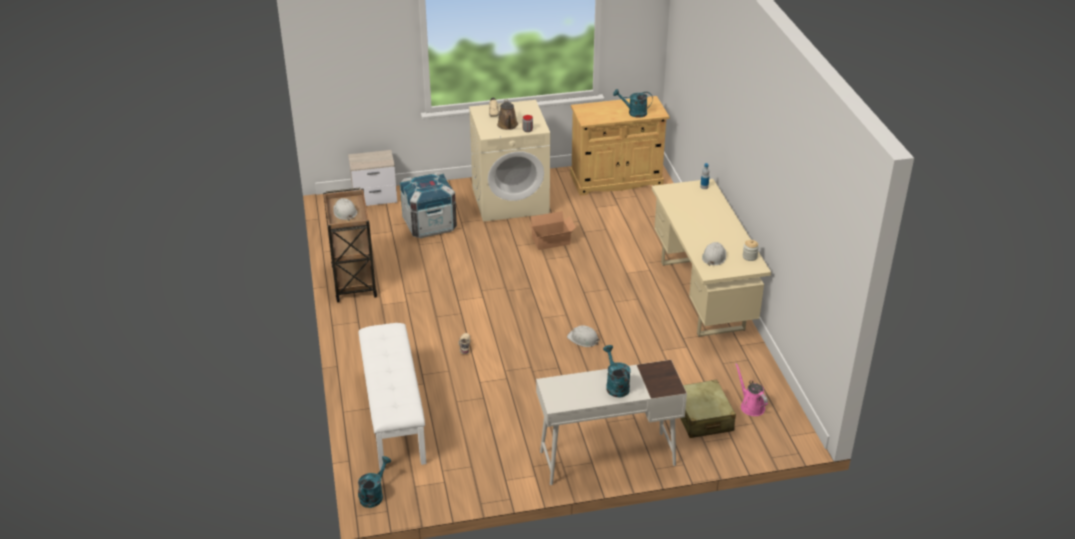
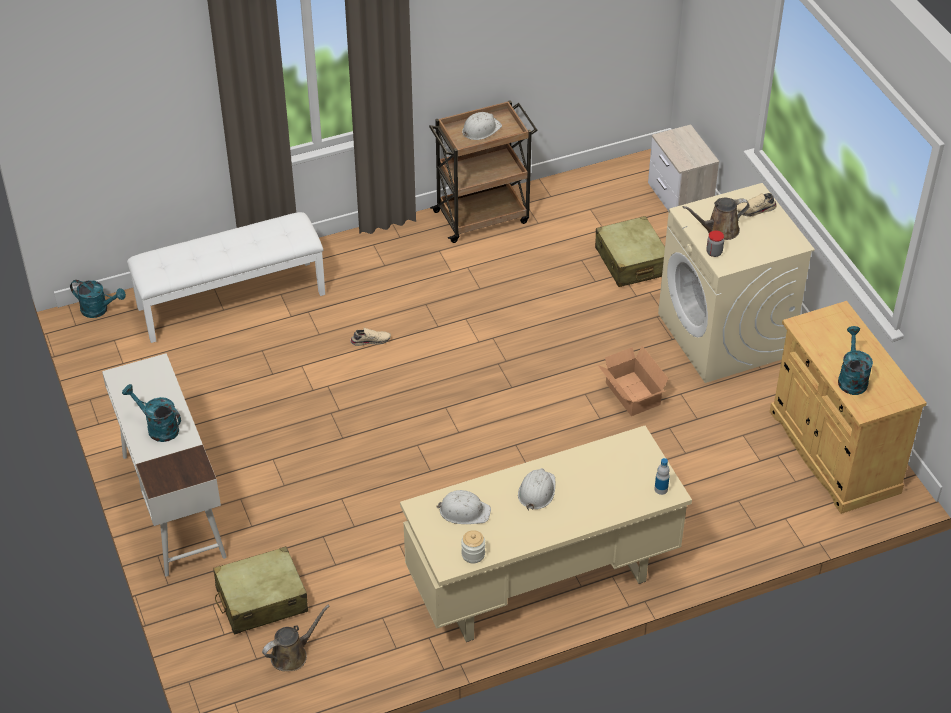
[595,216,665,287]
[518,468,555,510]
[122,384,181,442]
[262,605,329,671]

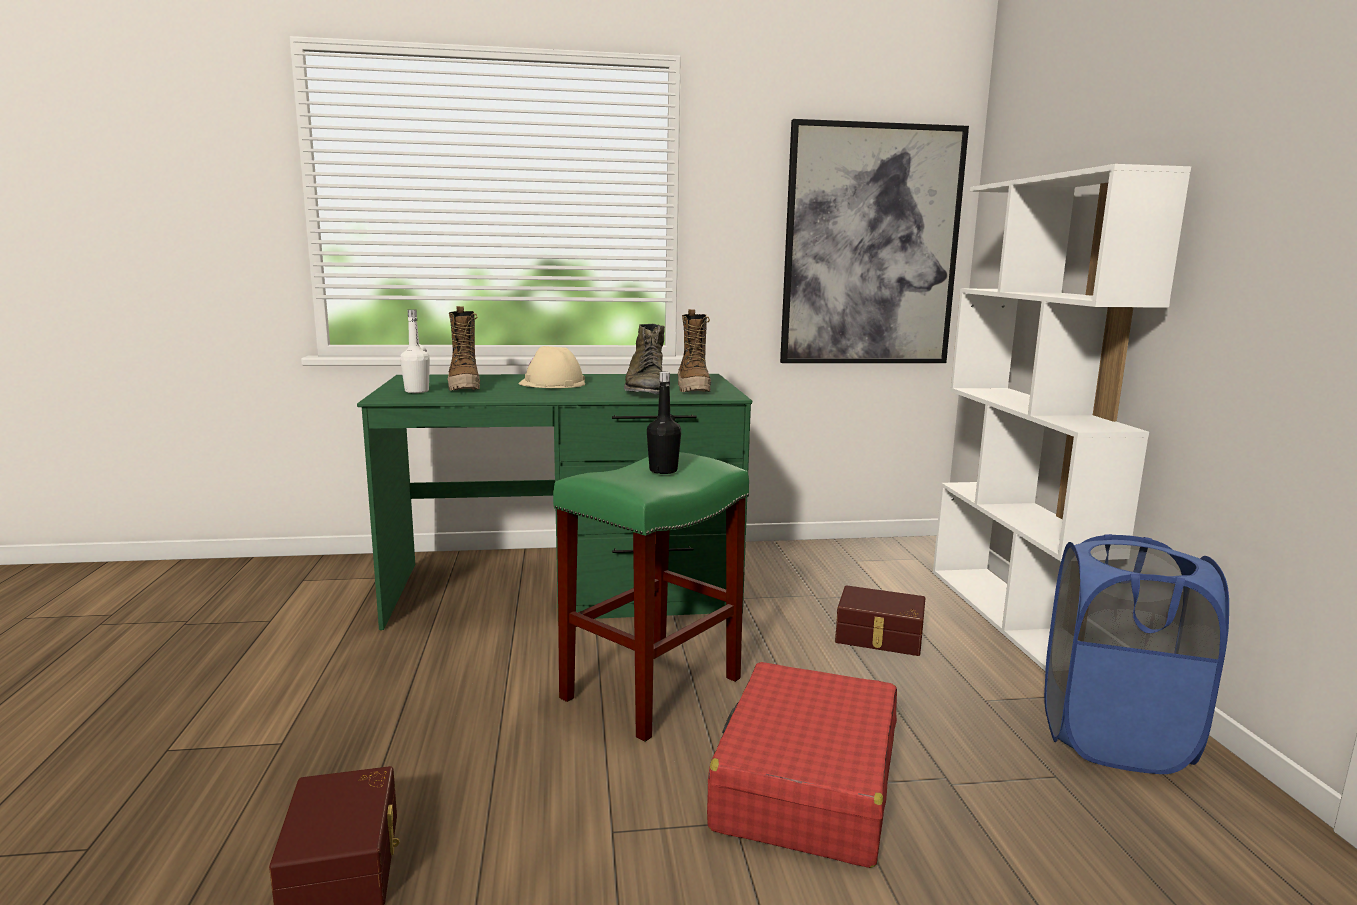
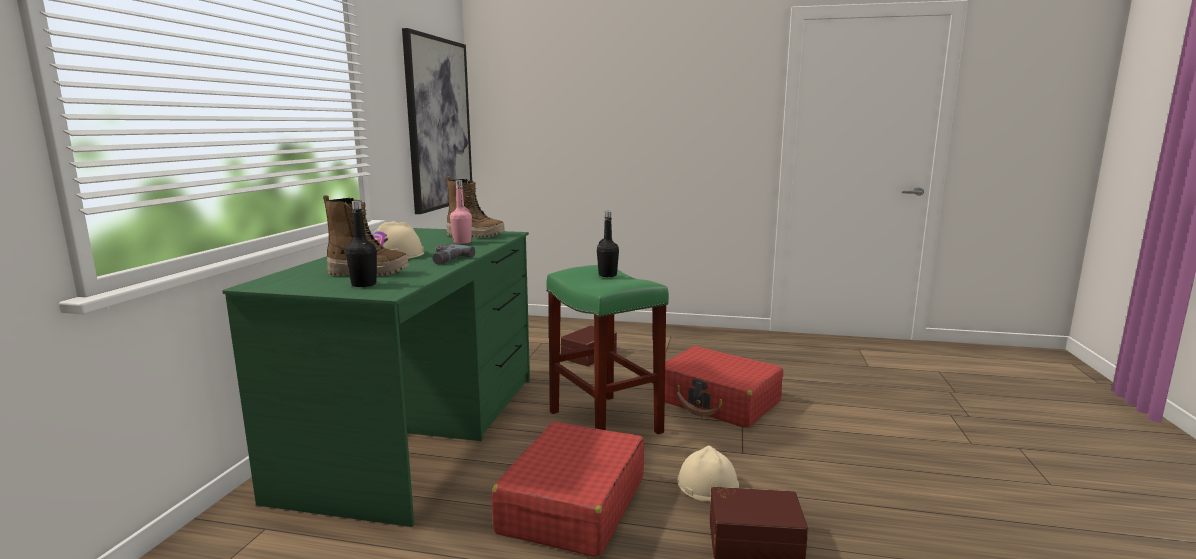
[345,201,377,287]
[450,180,472,244]
[933,164,1191,671] (first image)
[1044,534,1229,774] (first image)
[432,244,475,264]
[492,422,644,558]
[677,446,739,502]

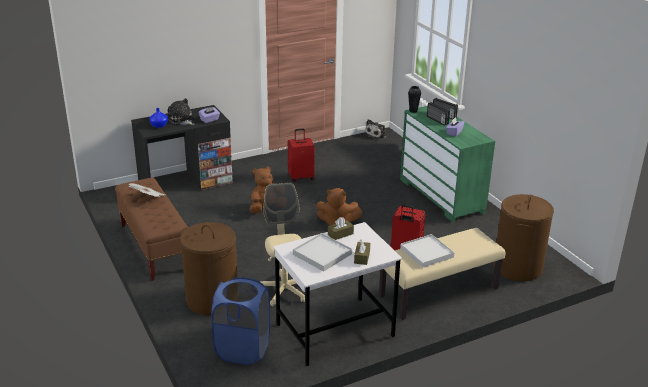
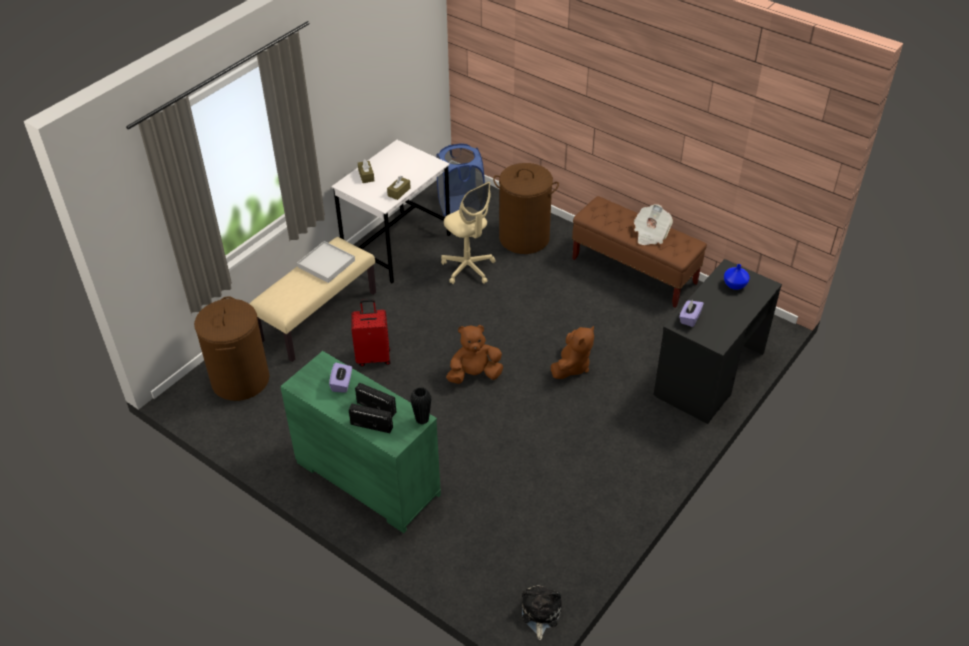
[167,98,195,125] (first image)
[288,129,315,182] (first image)
[293,233,352,272] (first image)

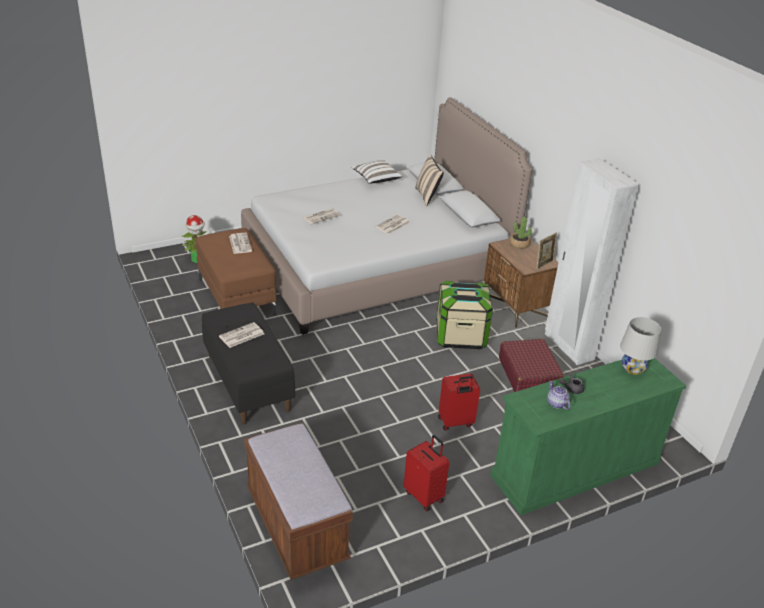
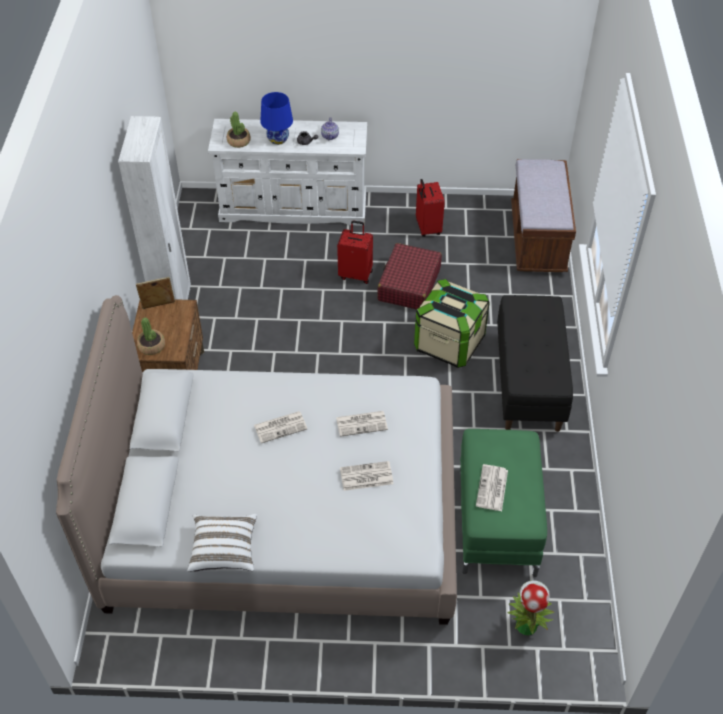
[460,429,547,577]
[336,411,388,437]
[415,155,444,206] (first image)
[414,279,490,368]
[208,119,367,226]
[377,243,442,310]
[227,112,251,148]
[260,92,293,145]

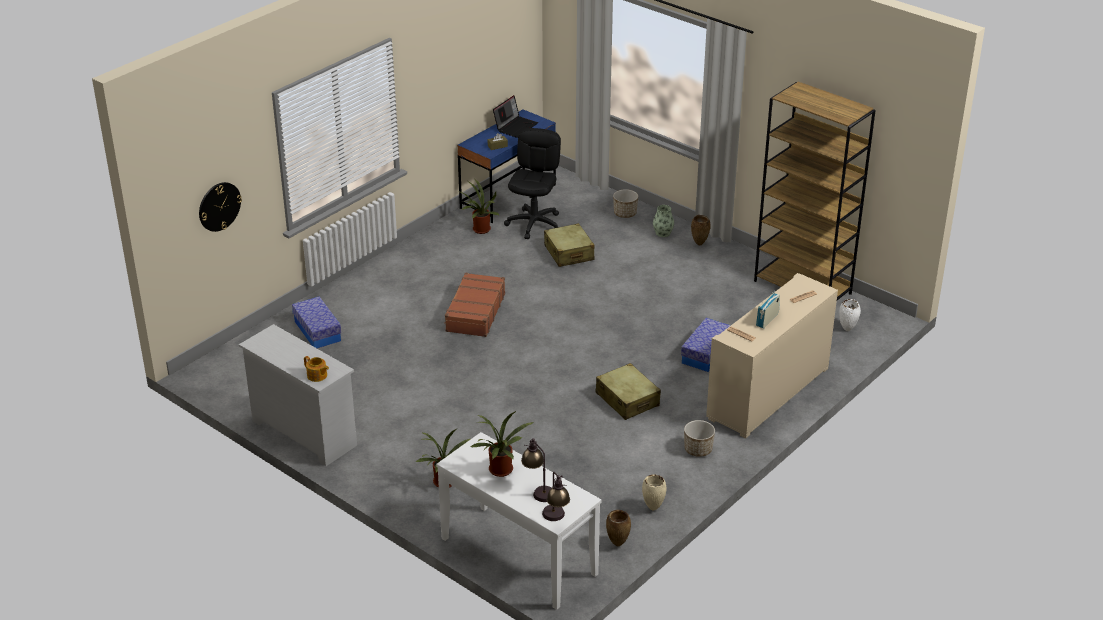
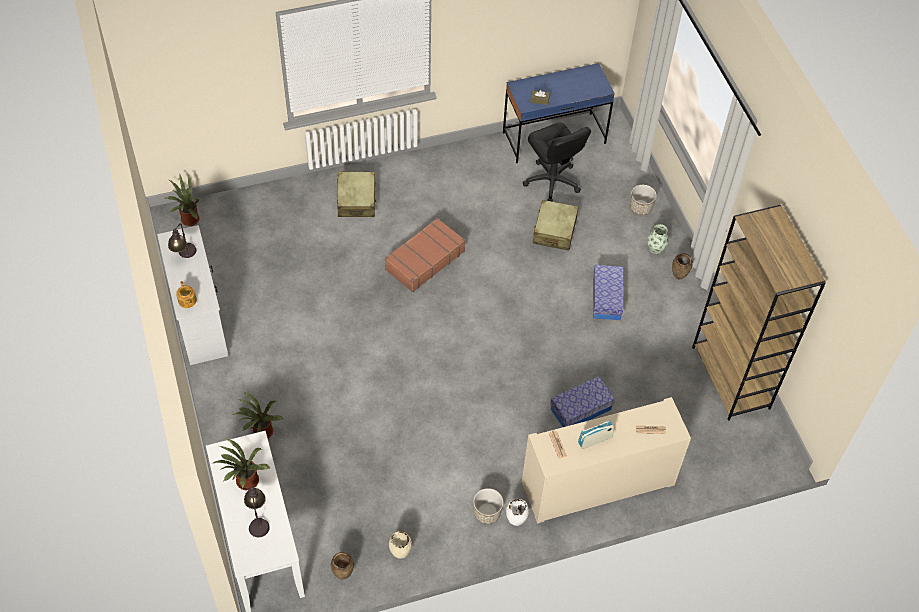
[199,182,242,232] (first image)
[593,265,624,320]
[165,173,199,226]
[493,95,538,138] (first image)
[523,122,591,202]
[168,223,197,258]
[337,172,377,217]
[506,499,529,526]

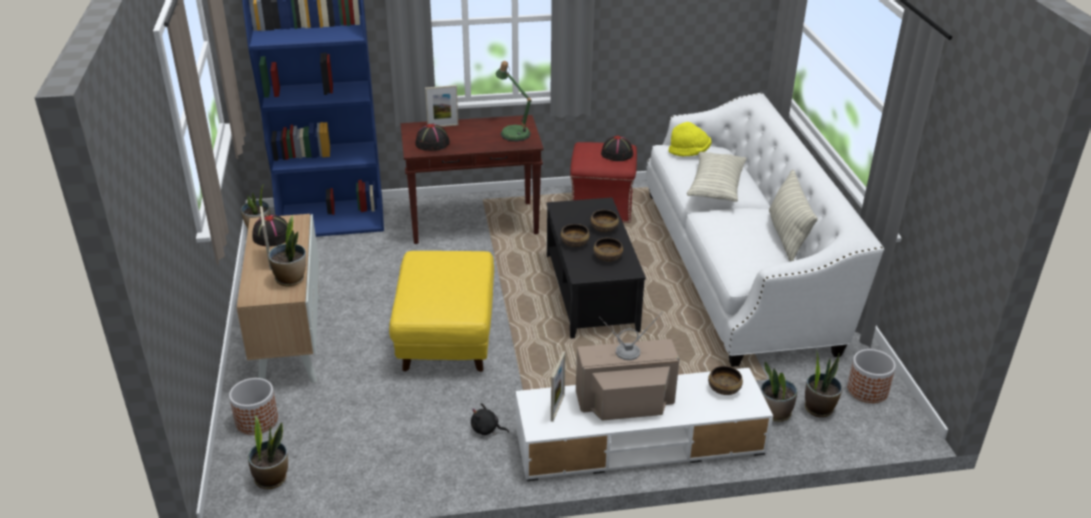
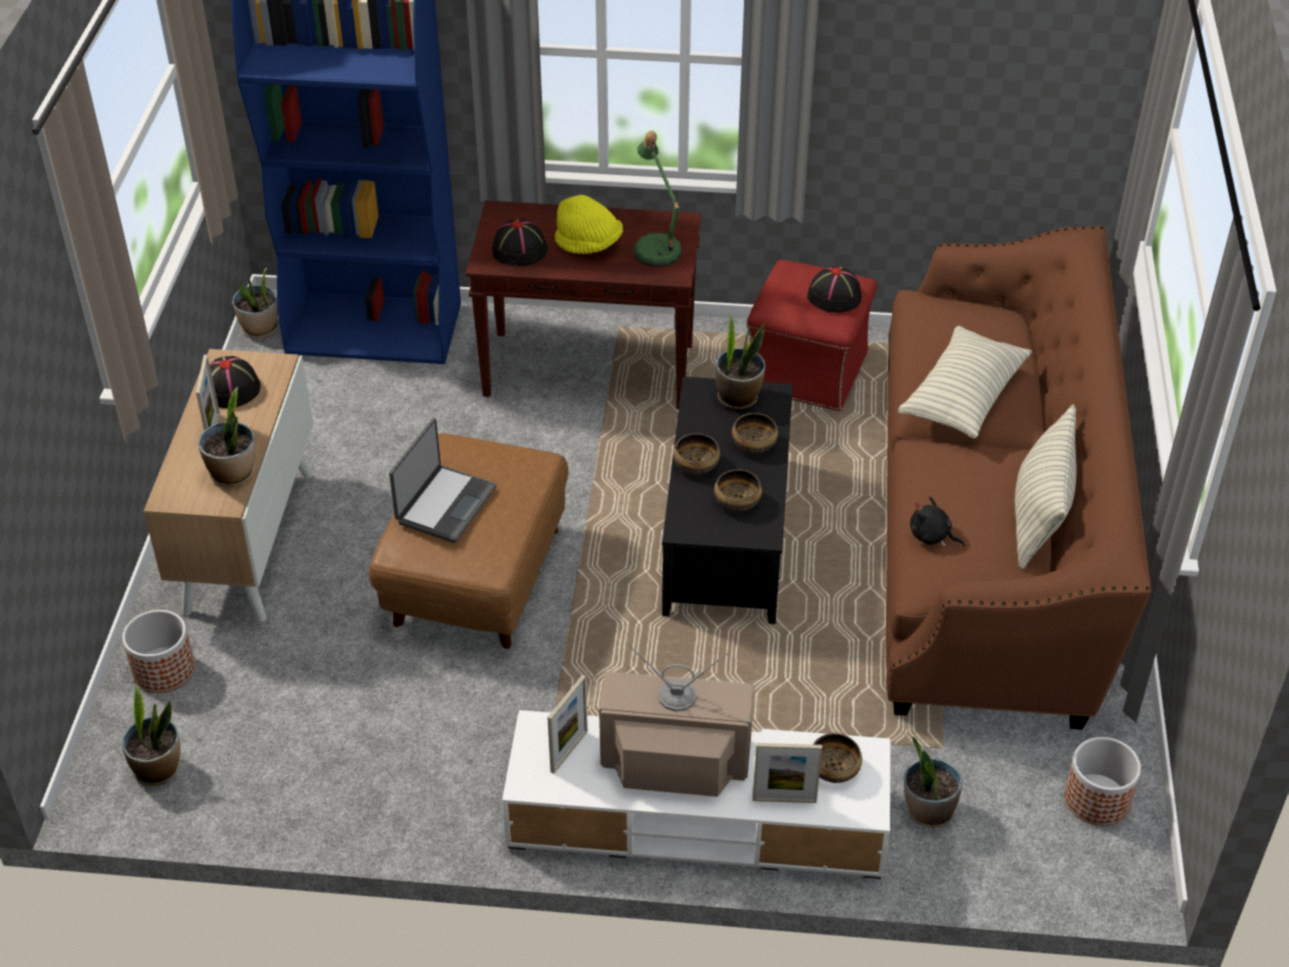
[368,433,568,649]
[753,743,822,803]
[910,497,965,547]
[886,226,1152,730]
[555,195,623,254]
[716,313,765,410]
[389,418,497,543]

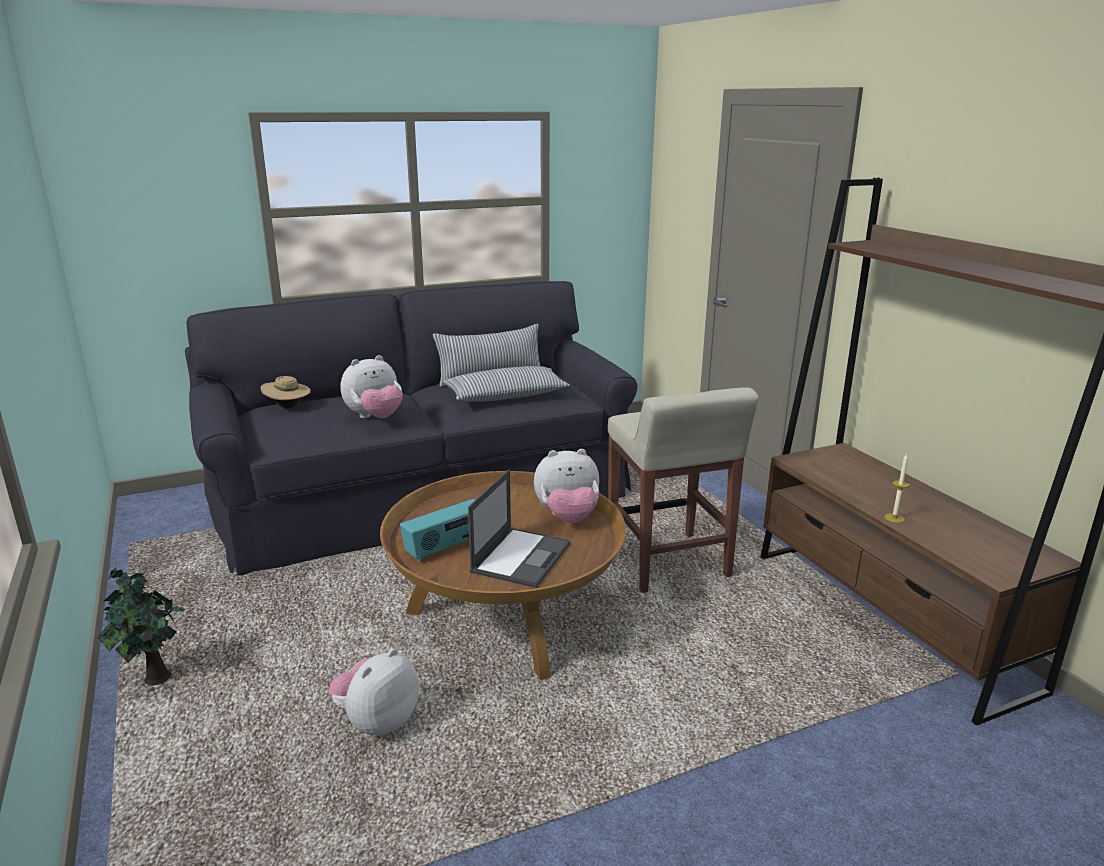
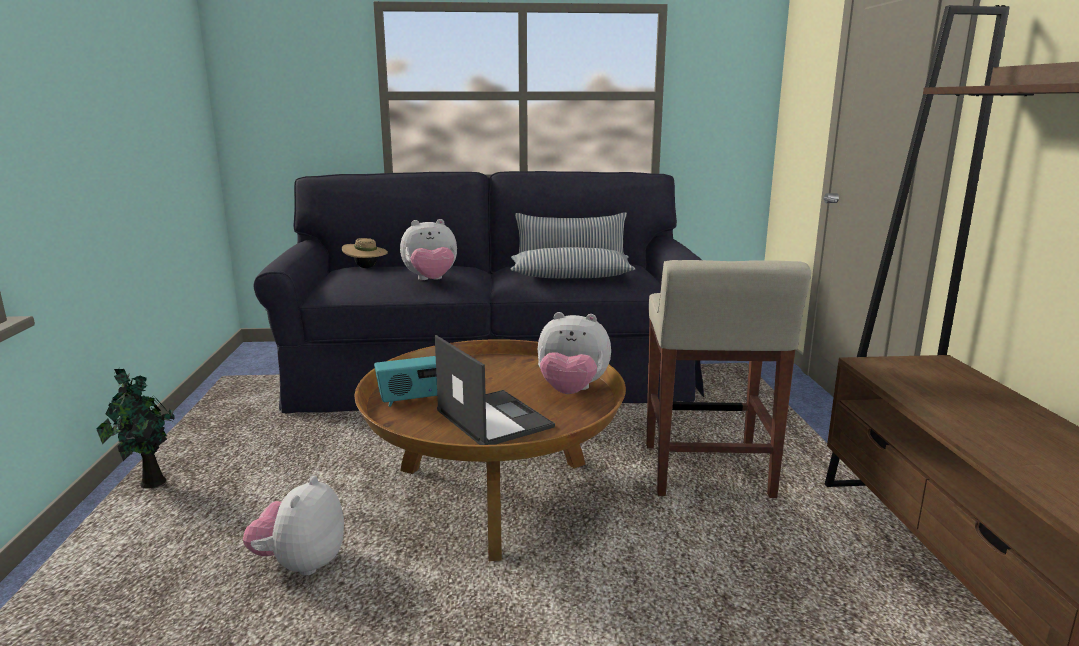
[243,476,344,575]
[435,335,555,445]
[885,454,910,523] (first image)

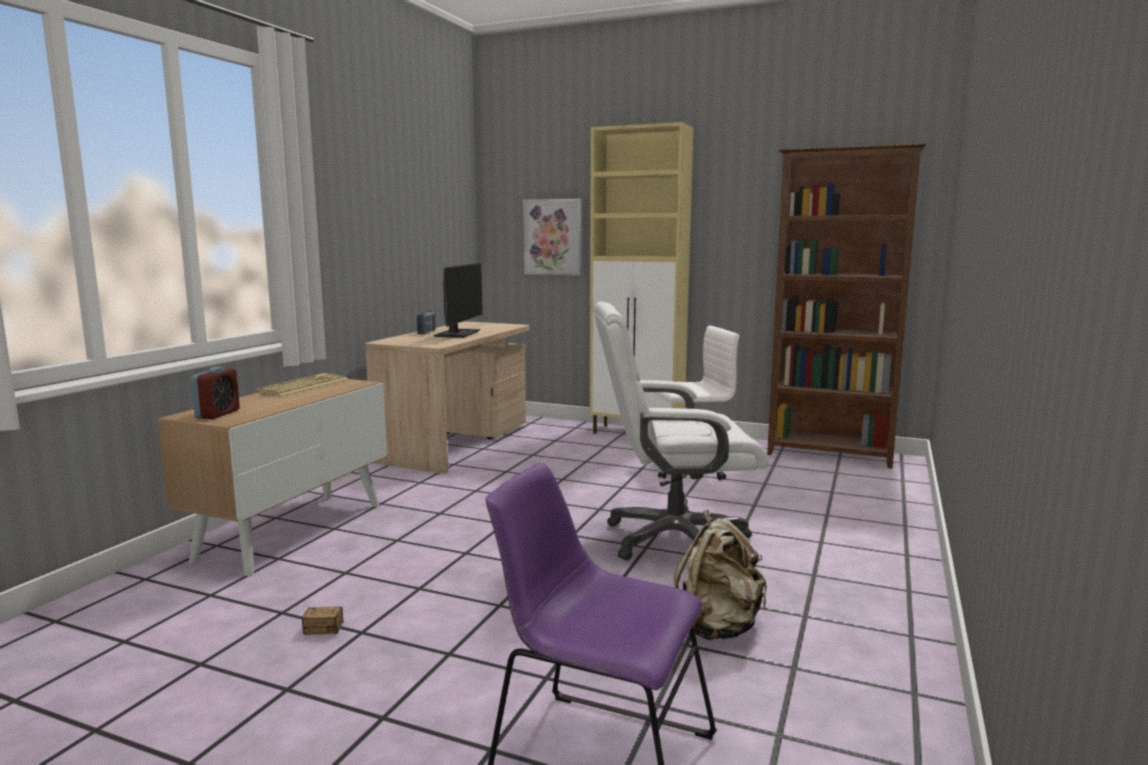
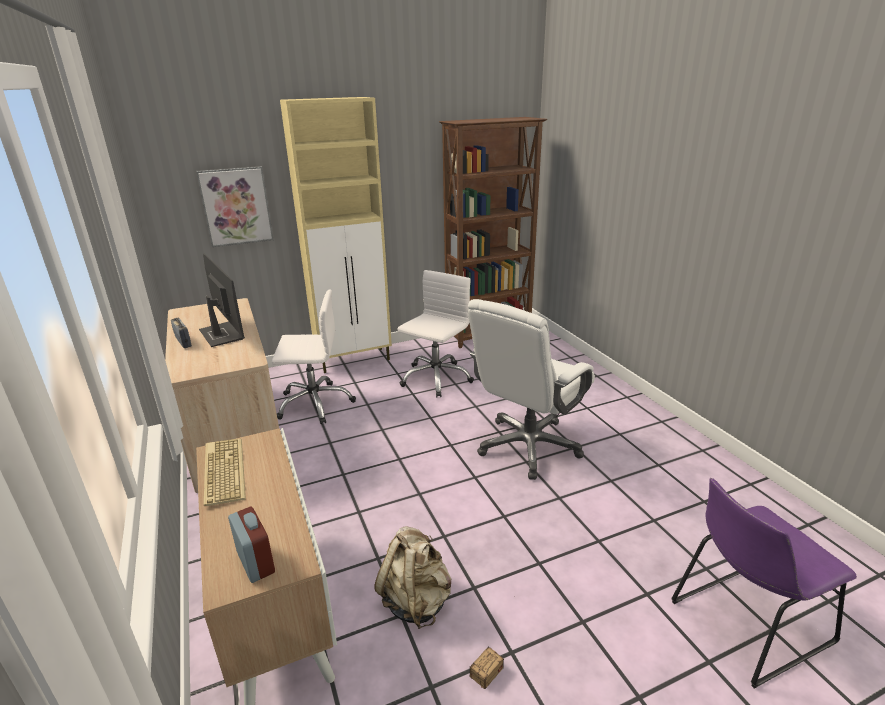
[375,526,451,629]
[272,289,356,424]

